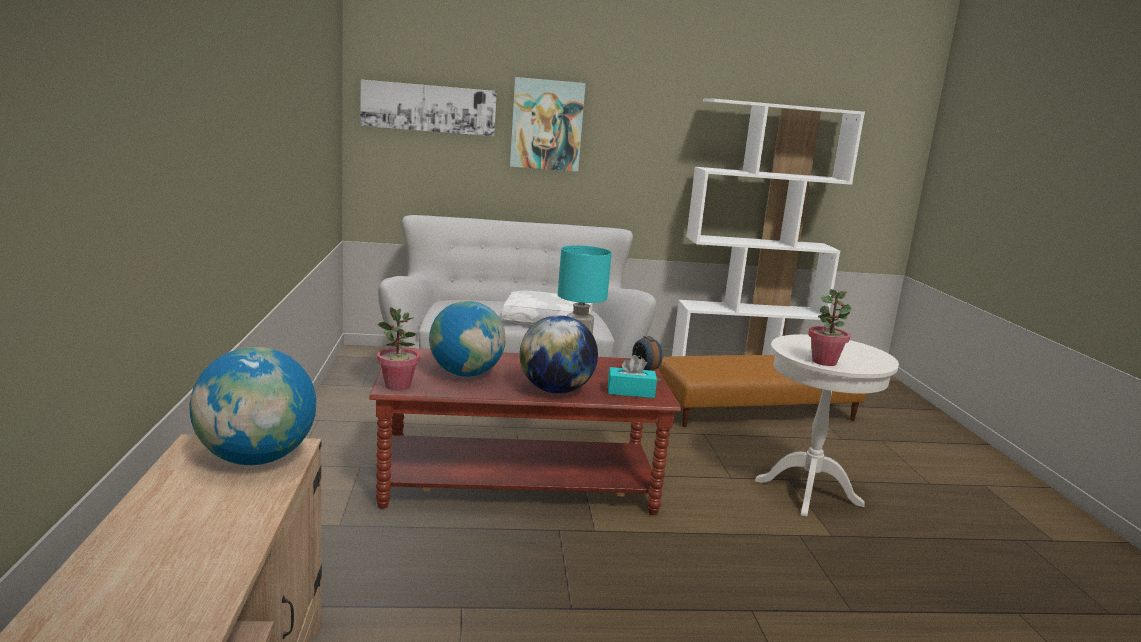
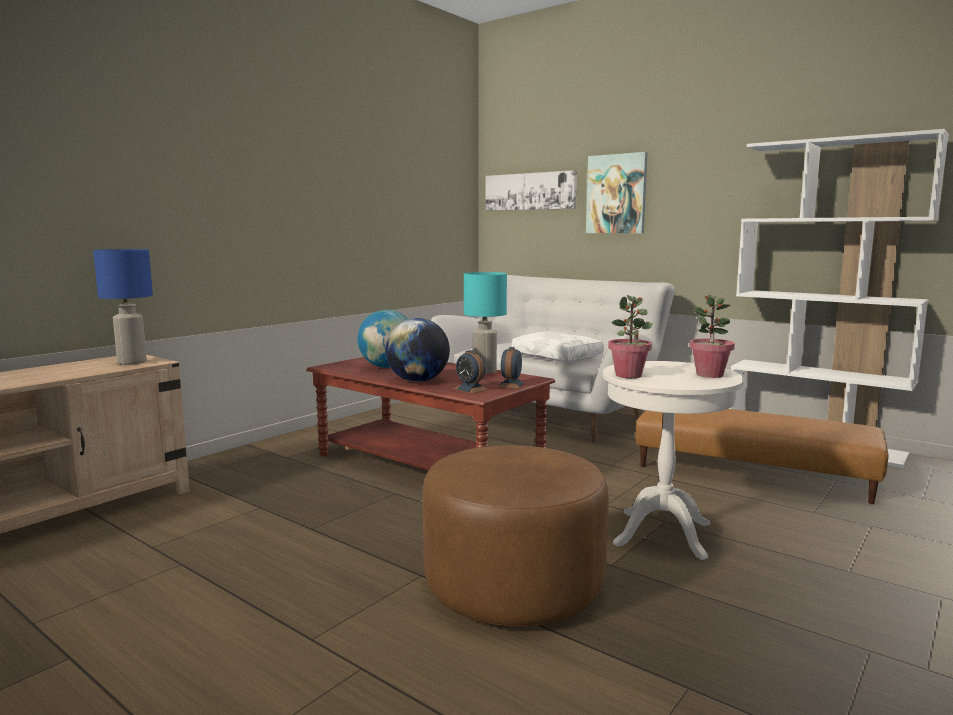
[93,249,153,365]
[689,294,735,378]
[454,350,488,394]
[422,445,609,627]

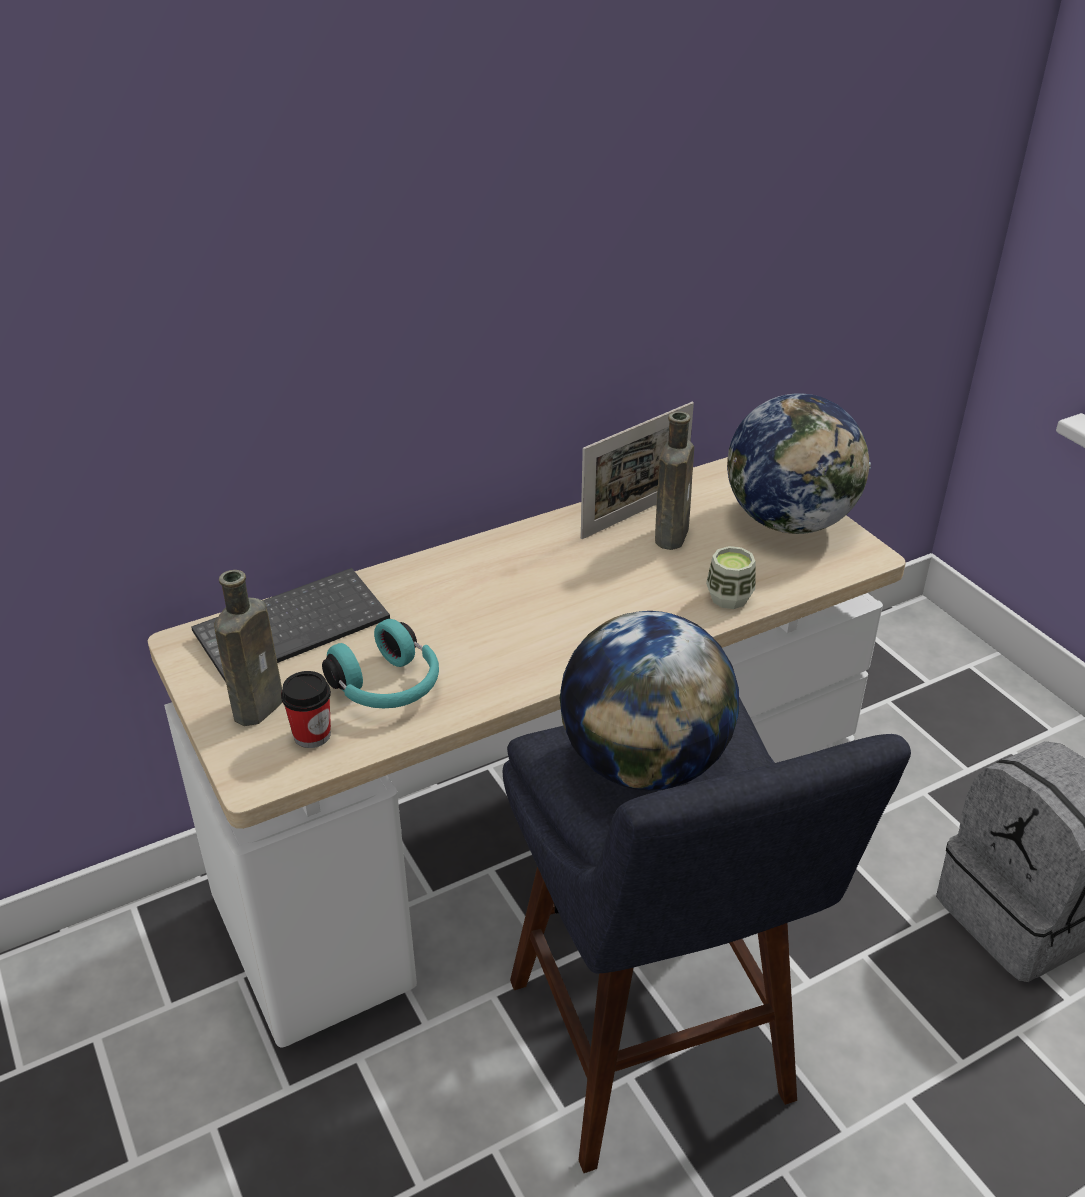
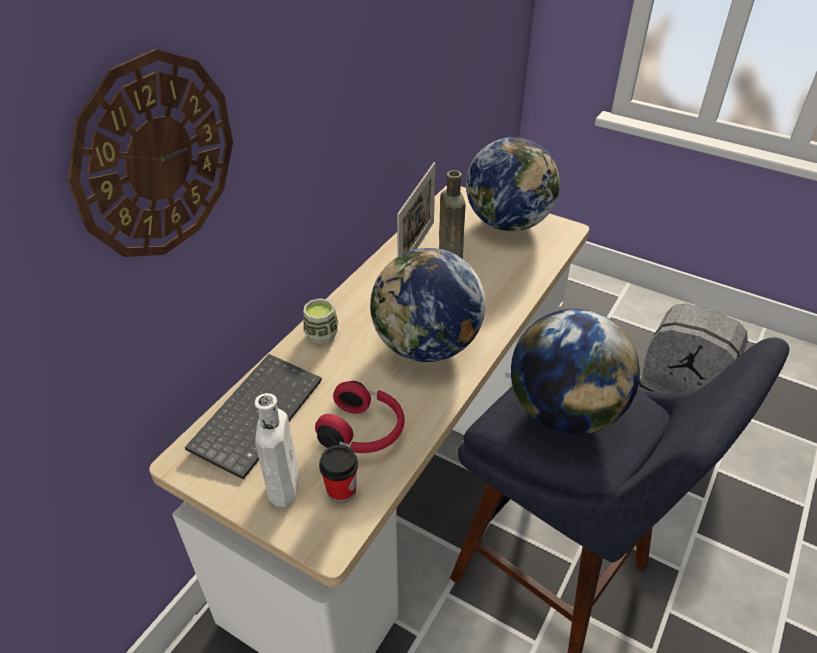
[254,393,299,507]
[315,381,405,453]
[303,298,338,344]
[68,49,233,257]
[370,248,485,362]

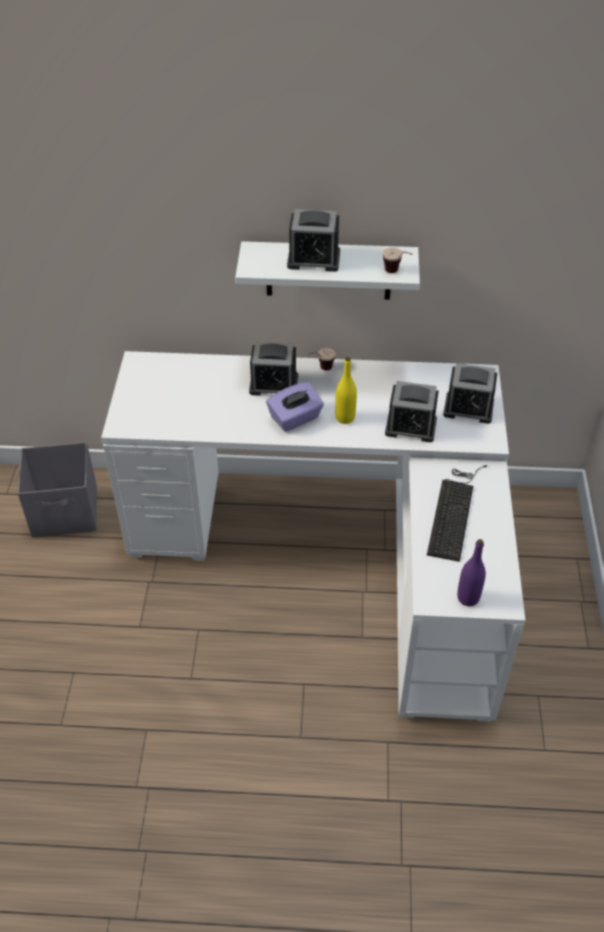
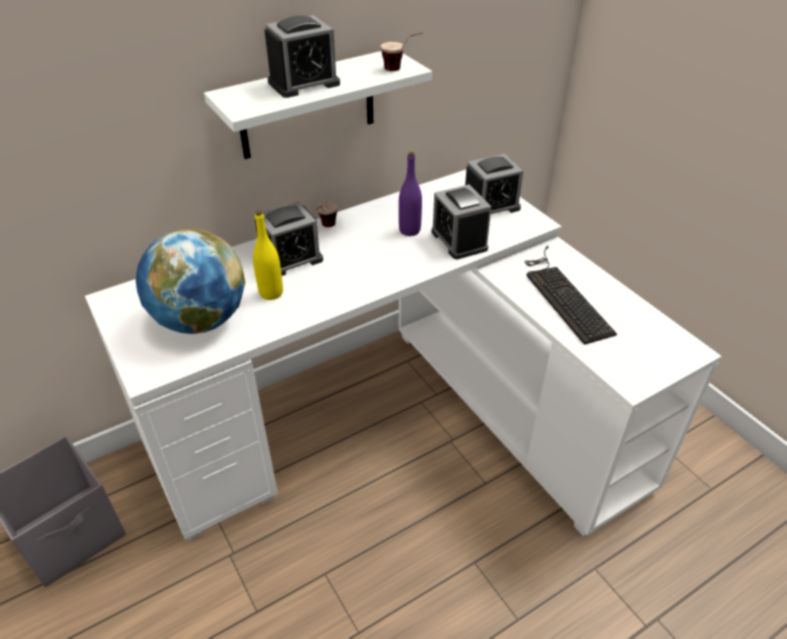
[266,382,324,432] (first image)
[253,210,283,300]
[432,184,491,259]
[399,152,422,236]
[136,229,245,334]

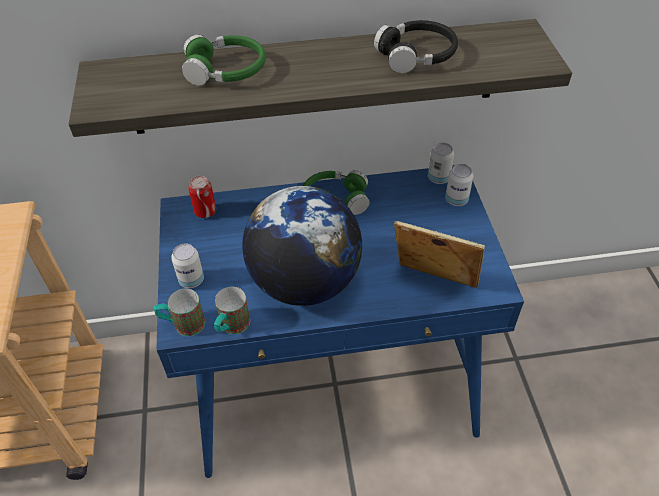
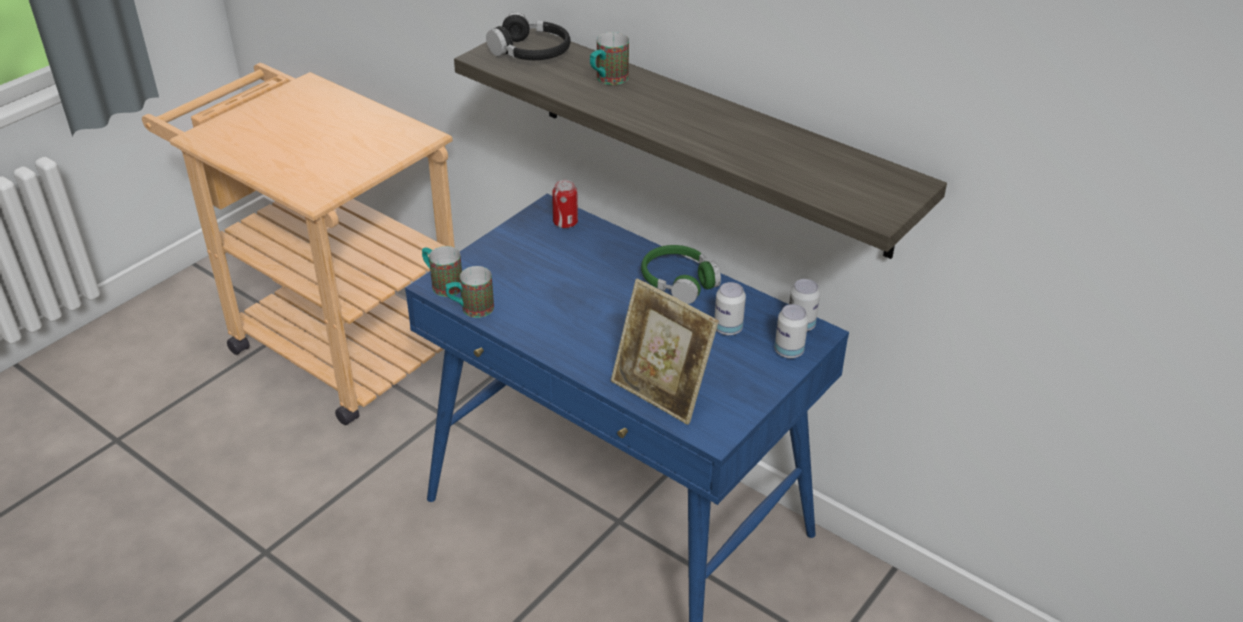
[714,282,746,335]
[590,32,629,85]
[242,186,362,306] (first image)
[486,12,570,60]
[611,279,719,425]

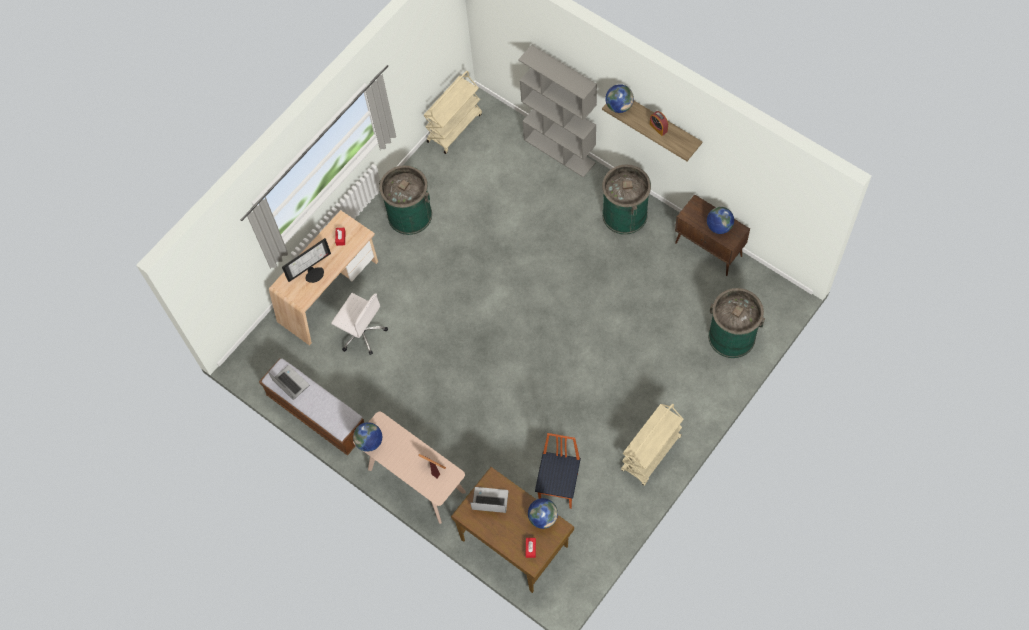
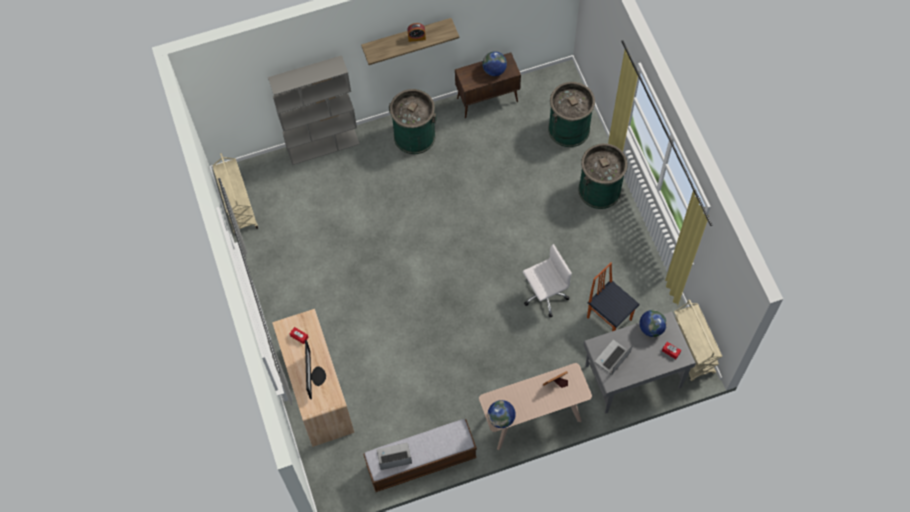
[523,244,572,317]
[578,143,628,209]
[583,312,696,414]
[605,84,634,113] (first image)
[674,300,723,381]

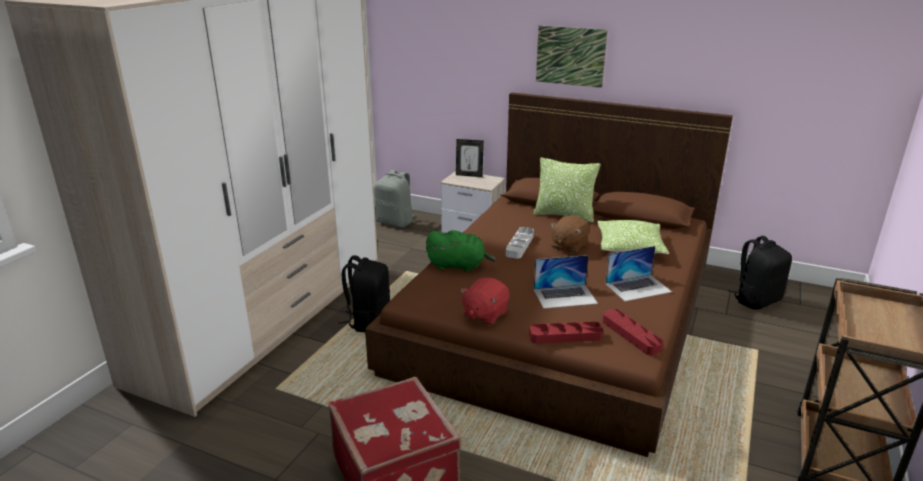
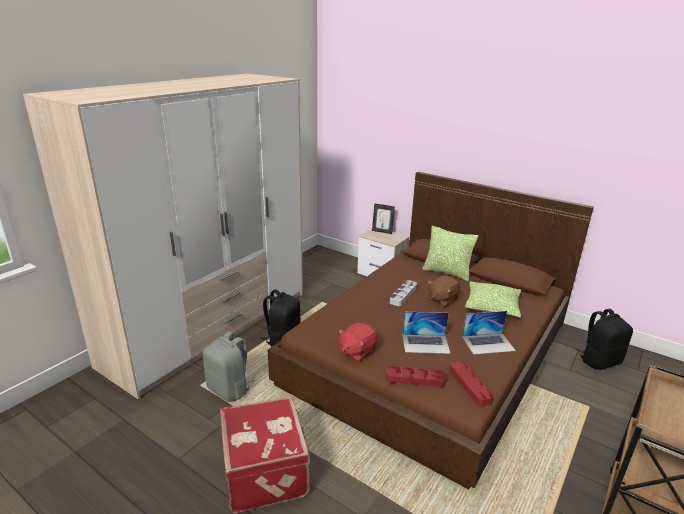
[203,331,255,402]
[425,230,496,272] (first image)
[536,25,607,88] (first image)

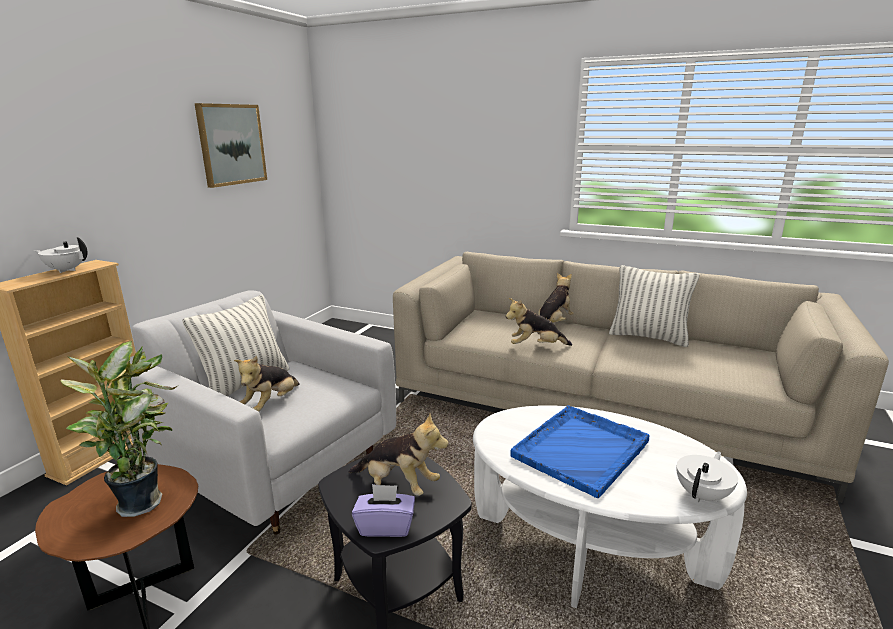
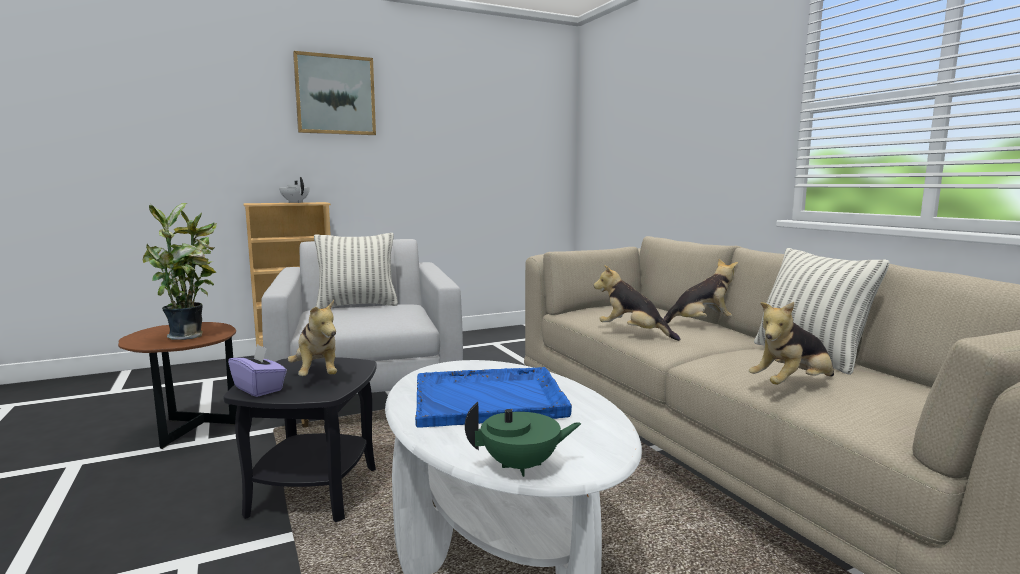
[293,51,376,135]
[749,302,834,385]
[465,402,582,477]

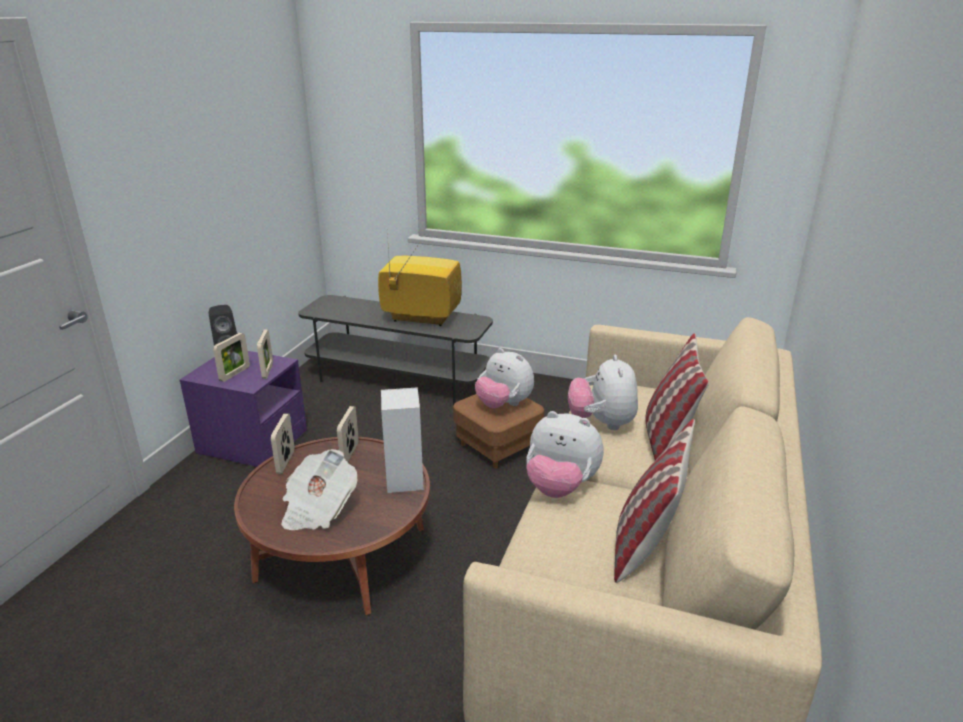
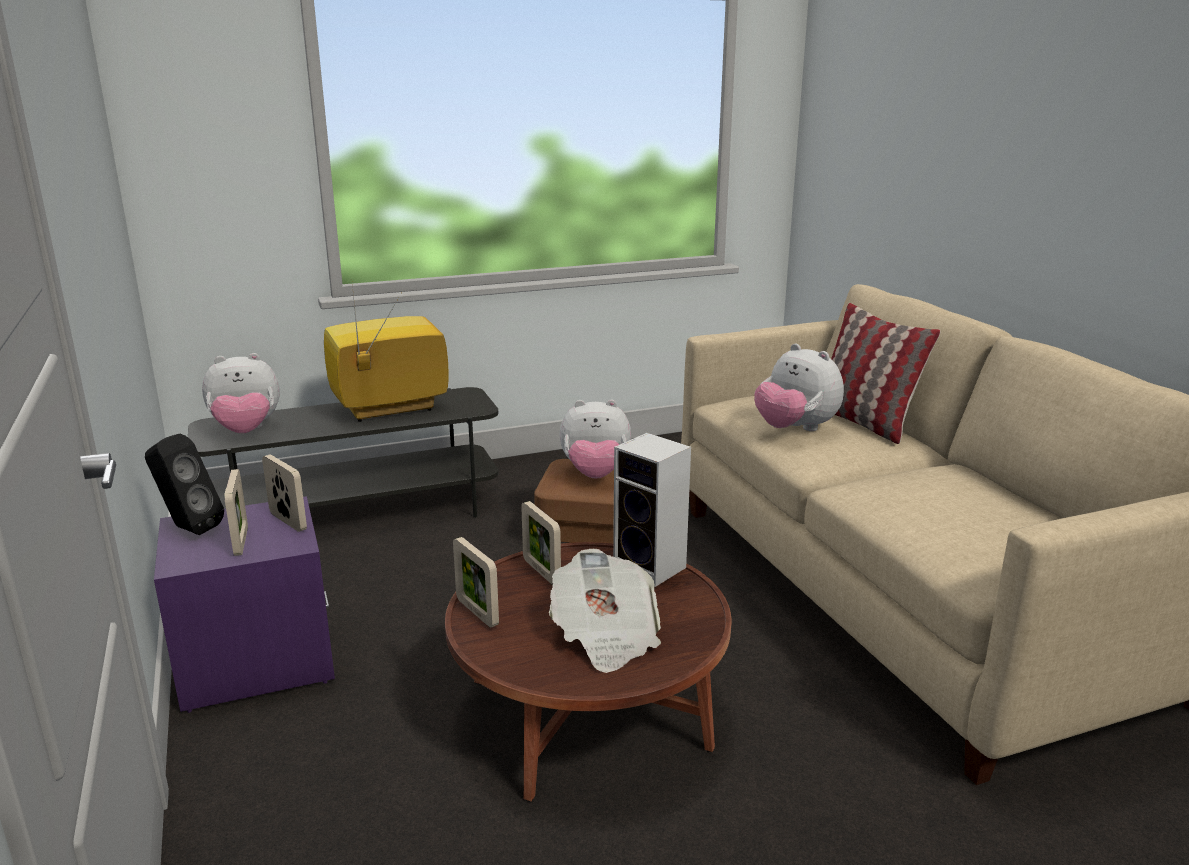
[202,353,280,433]
[614,419,695,583] (first image)

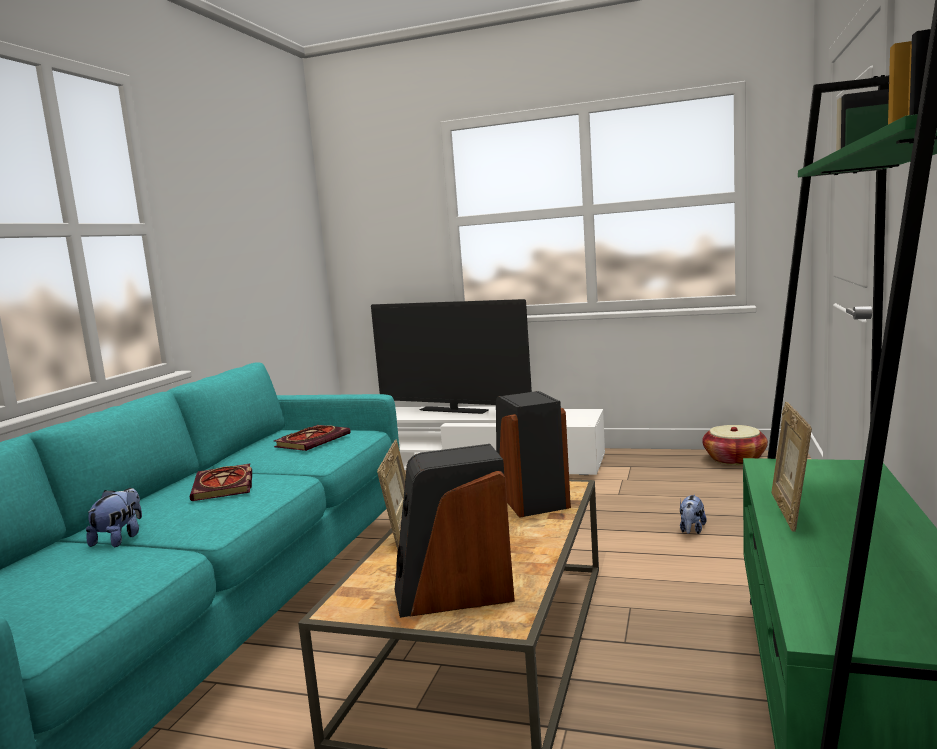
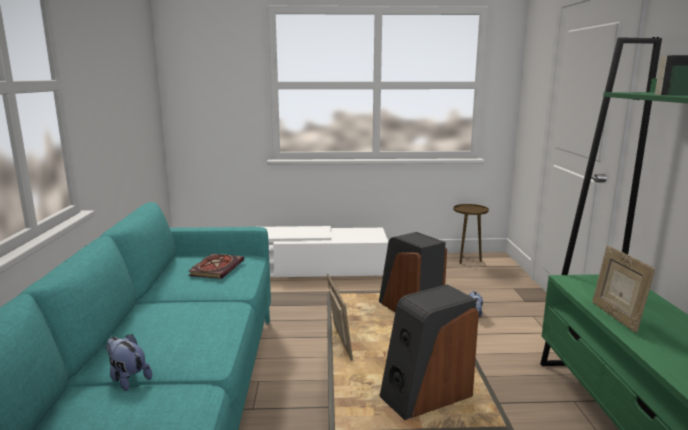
[106,334,152,391]
[190,464,252,501] (first image)
[371,299,532,414] (first image)
[453,204,489,264]

